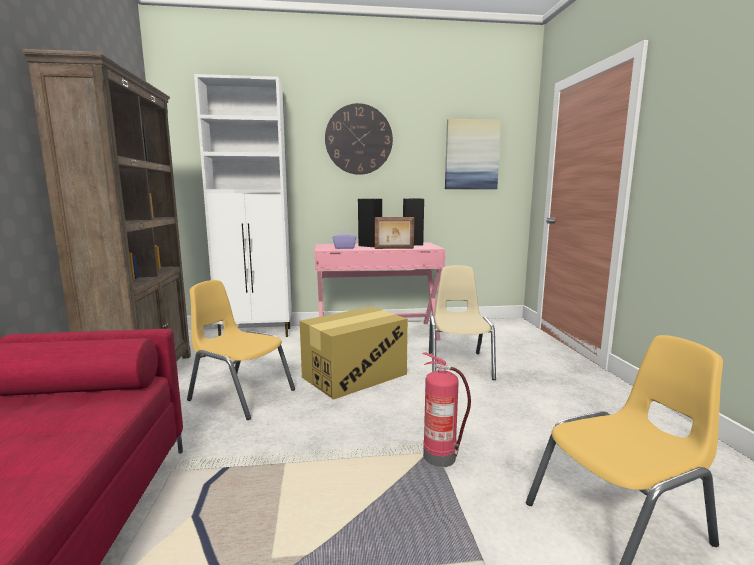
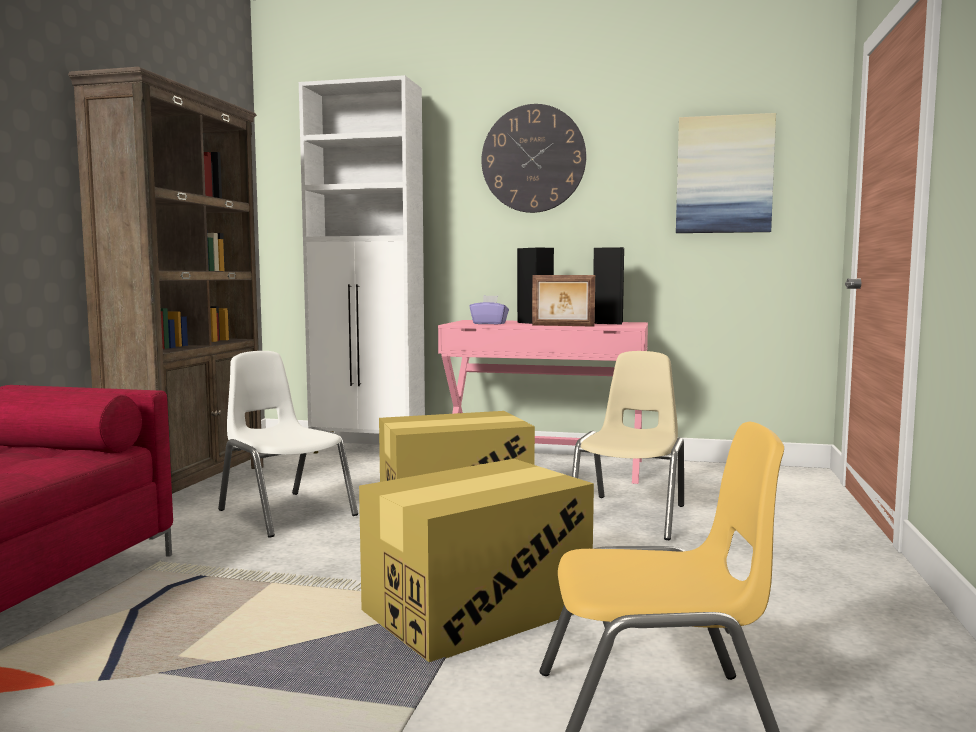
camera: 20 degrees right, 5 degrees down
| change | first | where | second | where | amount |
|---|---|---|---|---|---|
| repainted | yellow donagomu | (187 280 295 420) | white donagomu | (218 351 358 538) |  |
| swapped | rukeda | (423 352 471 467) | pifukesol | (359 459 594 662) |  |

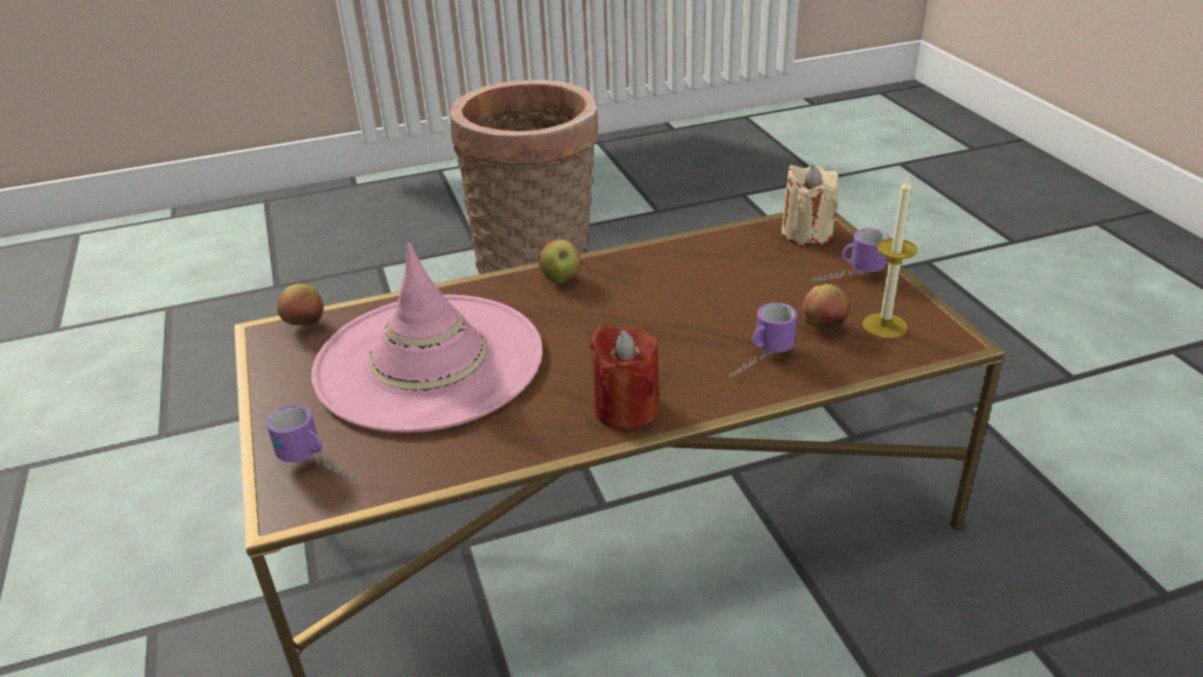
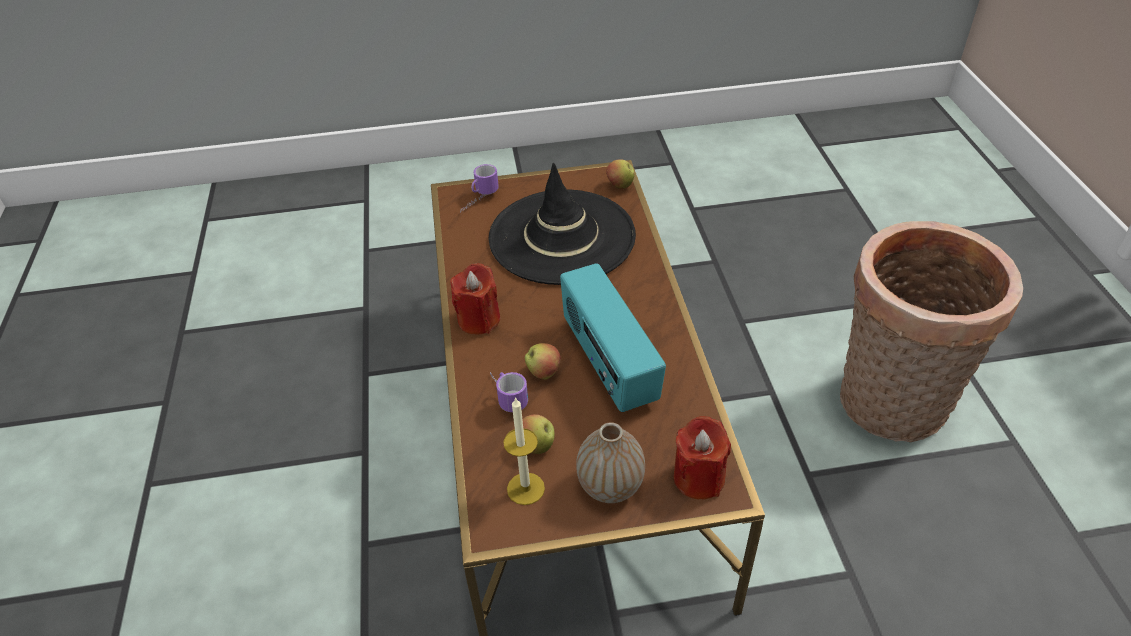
camera: 100 degrees right, 10 degrees up
| change | first | where | second | where | amount |
|---|---|---|---|---|---|
| repainted | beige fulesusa | (781 165 839 245) | red fulesusa | (673 416 731 500) |  |
| swapped | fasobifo | (813 228 890 282) | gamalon | (576 422 645 503) |  |
| shifted | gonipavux | (538 239 581 284) |  | (525 343 561 380) |  |
| repainted | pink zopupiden | (312 243 542 433) | black zopupiden | (488 163 636 285) |  |
| new |  |  | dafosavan | (560 263 666 412) |  |

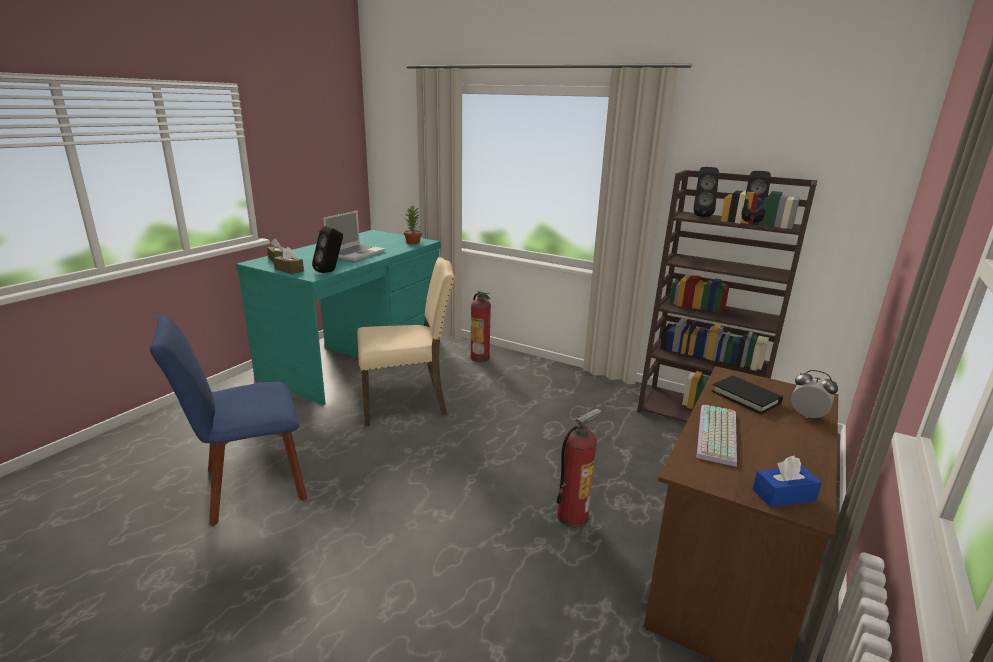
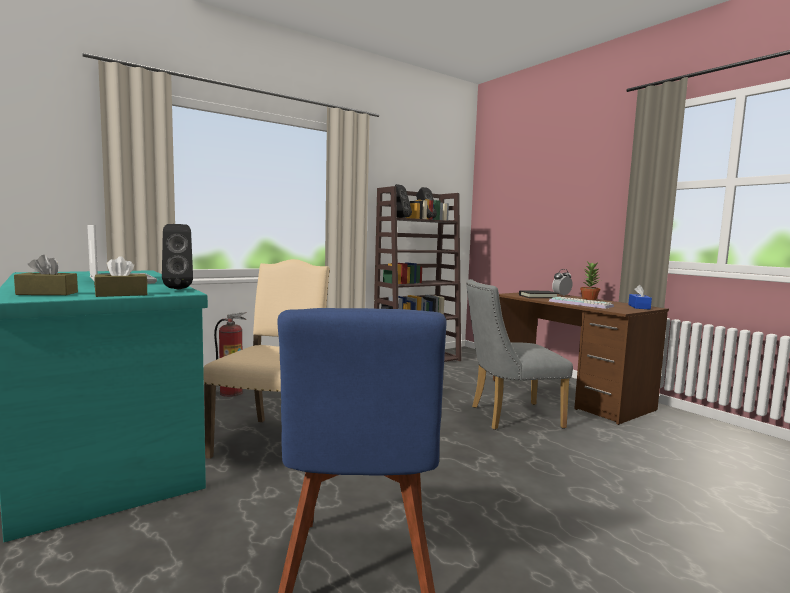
camera: 65 degrees left, 15 degrees down
| change | first | where | second | where | amount |
|---|---|---|---|---|---|
| shifted | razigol | (404 205 422 244) |  | (580 262 600 300) |  |
| swapped | rukeda | (556 408 602 527) | grey donagomu | (466 279 573 430) |  |

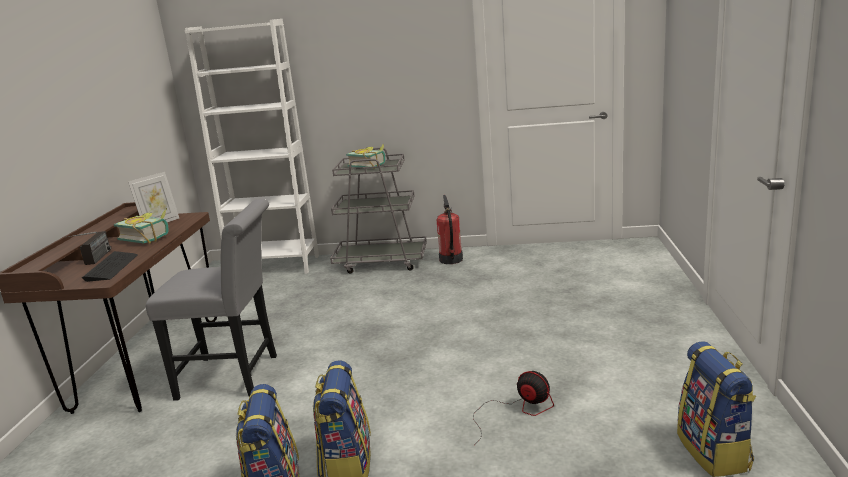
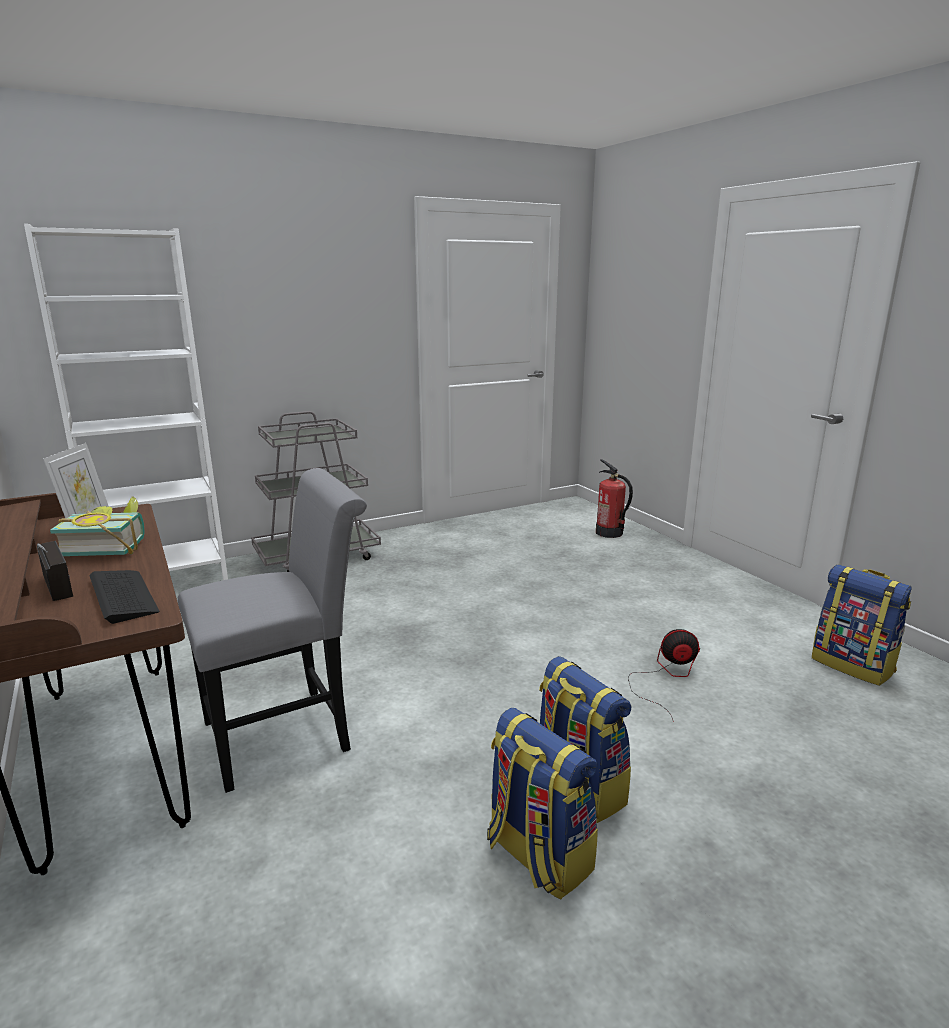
camera: 35 degrees left, 0 degrees up
| change | first | where | second | where | amount |
|---|---|---|---|---|---|
| gone | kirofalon | (346 144 385 169) |  |  |  |
| shifted | rukeda | (437 195 463 264) |  | (596 459 633 538) |  |

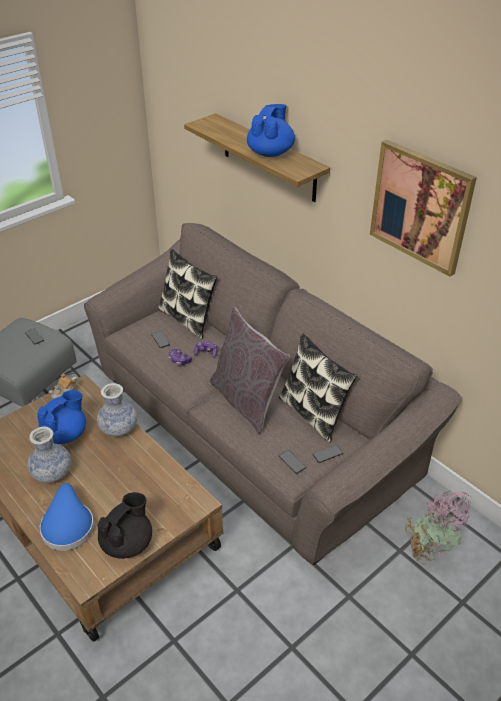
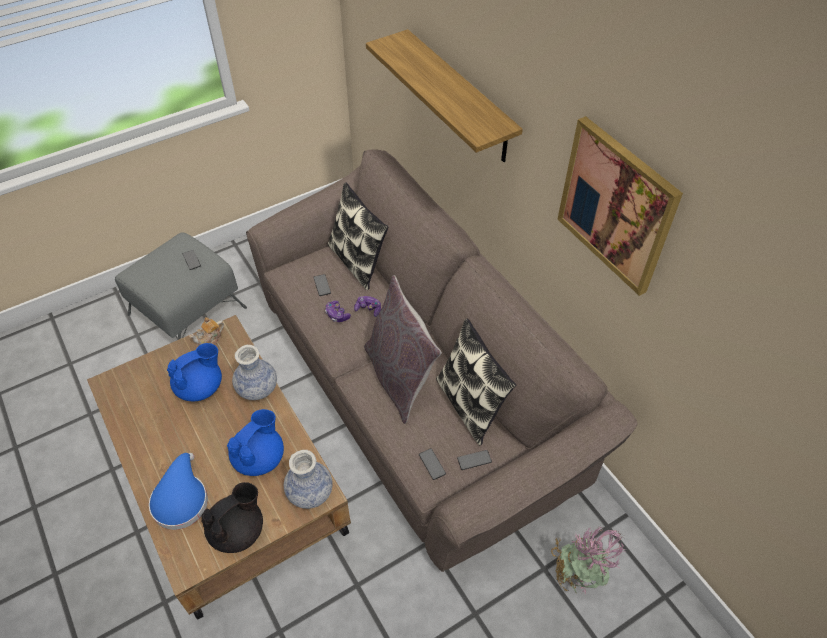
camera: 10 degrees right, 10 degrees up
| change | first | where | second | where | amount |
|---|---|---|---|---|---|
| shifted | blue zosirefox | (247 104 295 157) |  | (227 409 284 476) |  |
| shifted | gamalon | (27 426 71 483) |  | (284 450 333 509) |  |

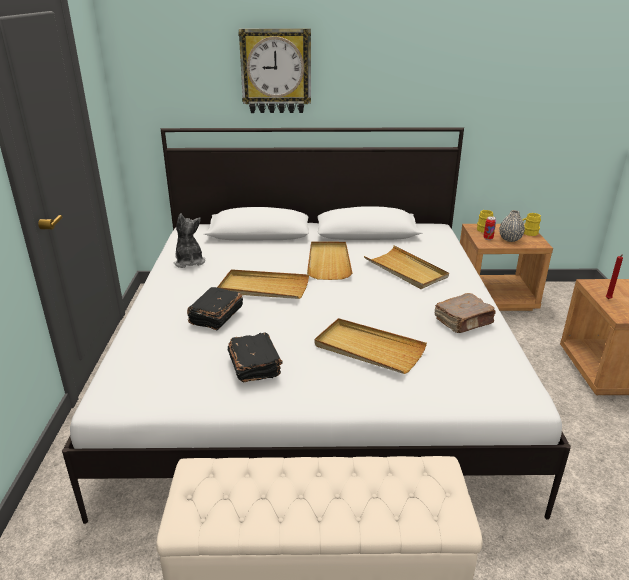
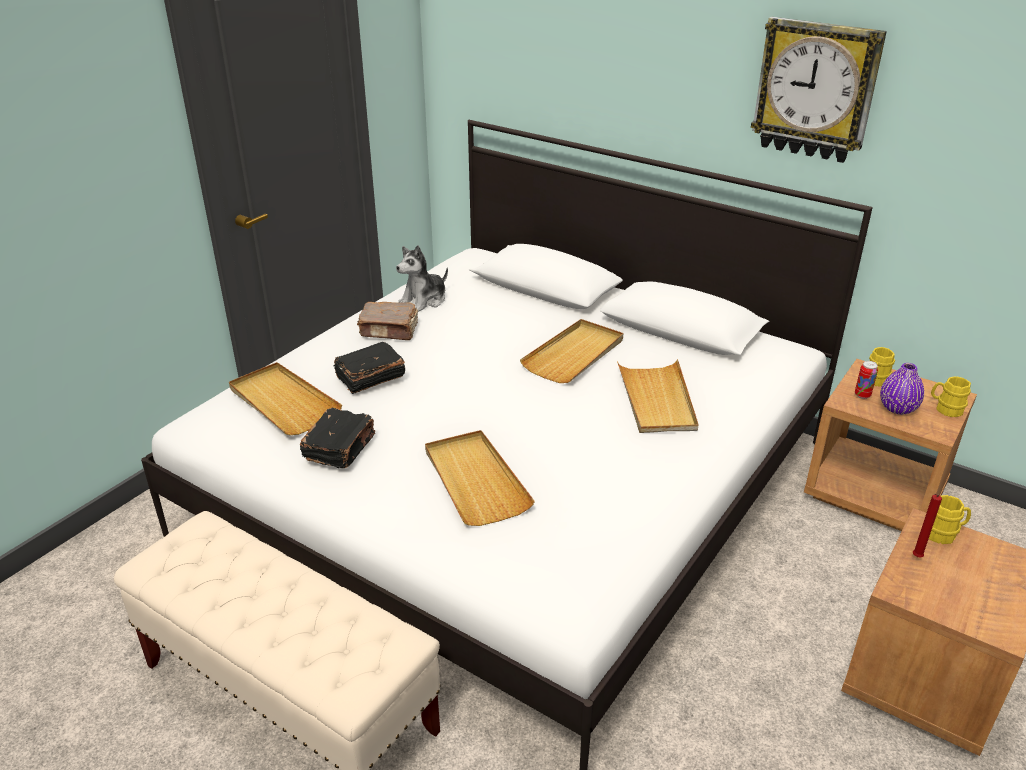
camera: 35 degrees right, 5 degrees up
| change | first | where | second | where | amount |
|---|---|---|---|---|---|
| shifted | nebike | (238 29 311 113) |  | (751 17 887 163) |  |
| repainted | grey gamalon | (499 210 525 242) | purple gamalon | (880 363 924 415) |  |
| rotated | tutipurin | (174 213 205 268) |  | (396 245 448 312) | 150 degrees counterclockwise |
| shifted | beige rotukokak | (217 269 309 299) |  | (229 362 342 435) |  |
| shifted | brown kirofalon | (435 293 495 333) |  | (357 302 418 340) |  |
| new |  |  | yellow fasobifo | (929 495 971 544) |  |

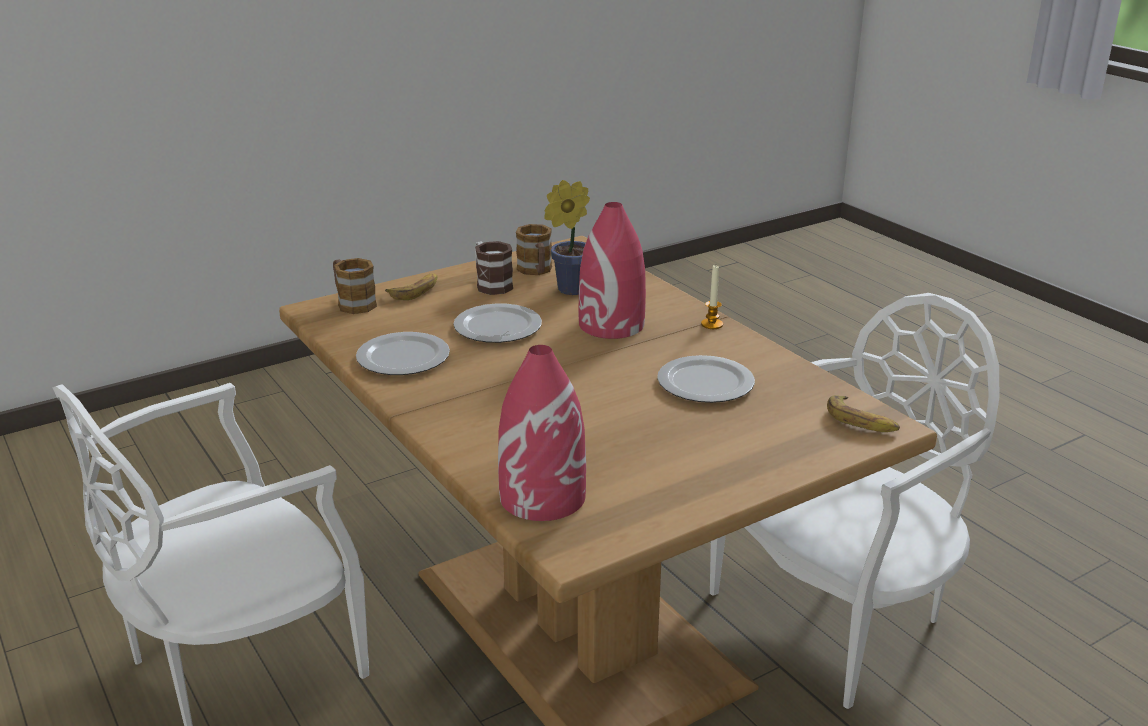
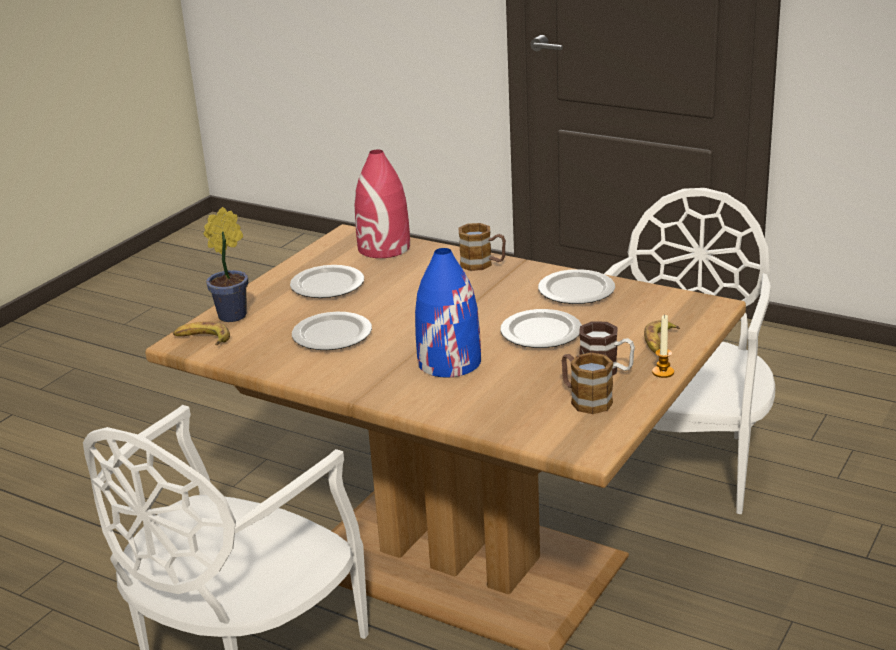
camera: 155 degrees right, 0 degrees up
| change | first | where | second | where | amount |
|---|---|---|---|---|---|
| shifted | razigol | (544 180 590 295) |  | (203 207 248 322) |  |
| repainted | red gamalon | (579 202 646 339) | blue gamalon | (415 248 481 377) |  |
| shifted | fasobifo | (333 258 377 314) |  | (459 223 506 271) |  |
| shifted | fulesusa | (701 265 723 329) |  | (652 315 674 378) |  |
| new |  |  | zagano | (290 265 364 298) |  |

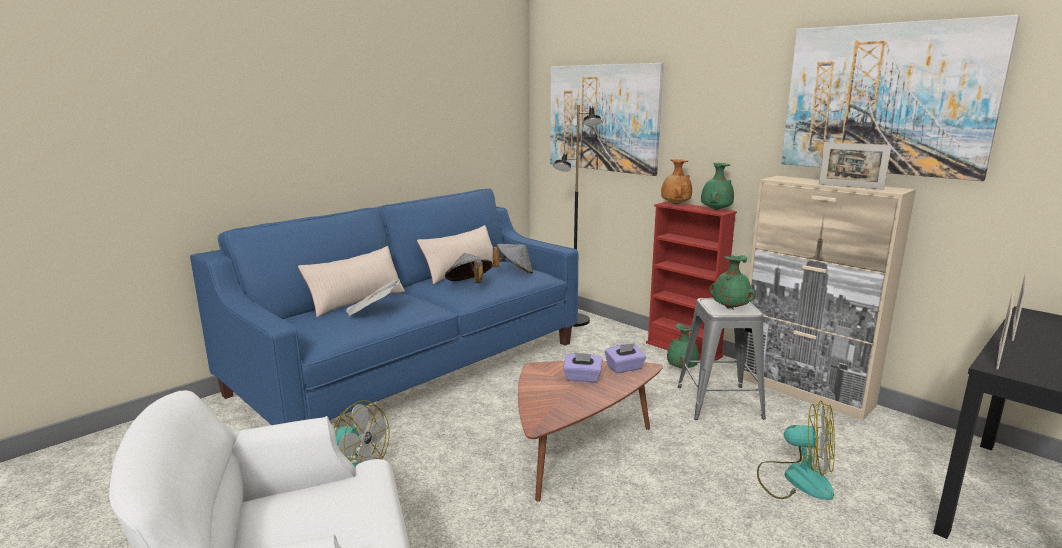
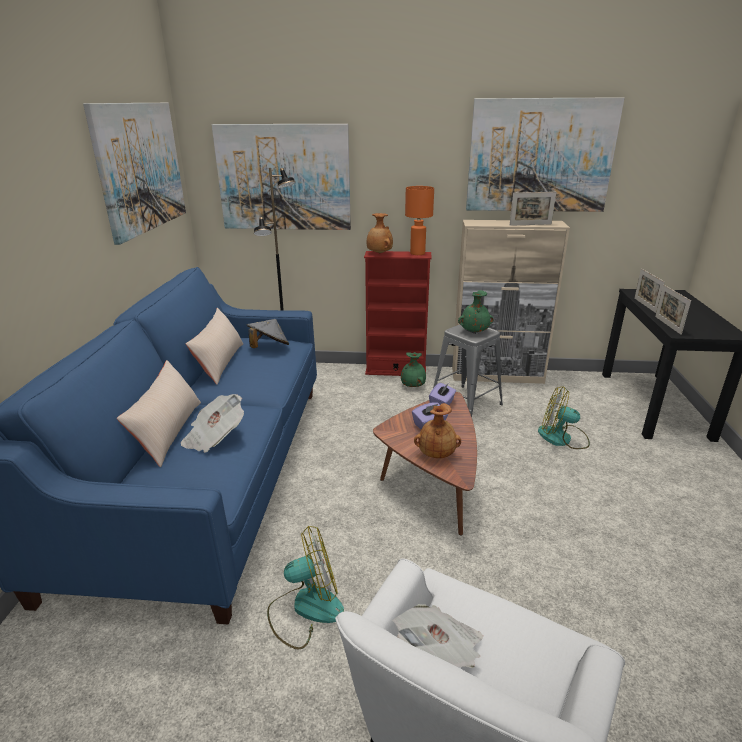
camera: 40 degrees left, 10 degrees up
| change | first | where | second | where | amount |
|---|---|---|---|---|---|
| swapped | green gamalon | (701 163 734 210) | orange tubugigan | (405 186 434 255) |  |
| gone | grey zopupiden | (445 253 492 283) |  |  |  |
| rotated | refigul | (757 400 835 500) |  | (538 387 590 449) | 150 degrees counterclockwise |
| new |  |  | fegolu | (83 103 186 245) |  |
| new |  |  | brown gamalon | (414 403 461 458) |  |
| new |  |  | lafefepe | (392 604 483 668) |  |

